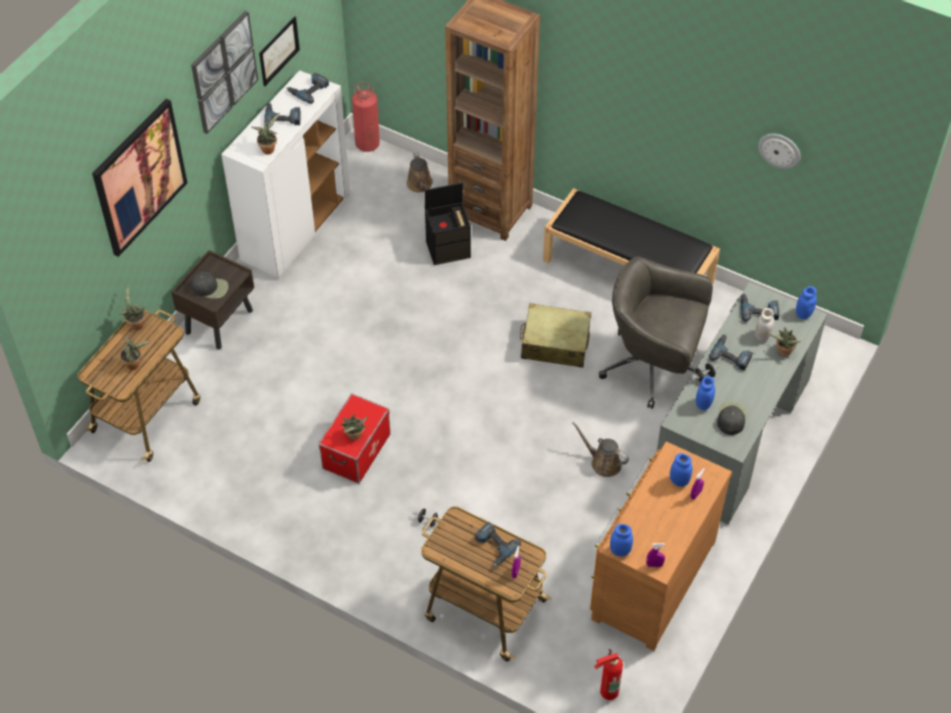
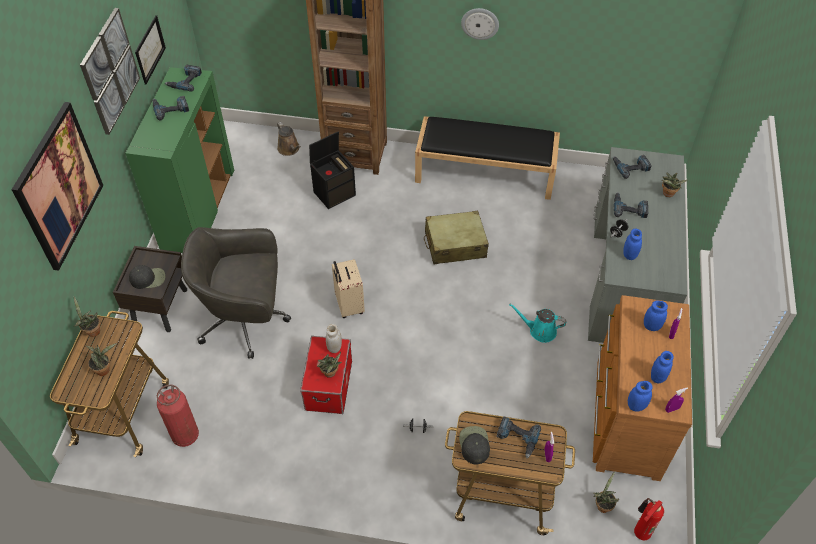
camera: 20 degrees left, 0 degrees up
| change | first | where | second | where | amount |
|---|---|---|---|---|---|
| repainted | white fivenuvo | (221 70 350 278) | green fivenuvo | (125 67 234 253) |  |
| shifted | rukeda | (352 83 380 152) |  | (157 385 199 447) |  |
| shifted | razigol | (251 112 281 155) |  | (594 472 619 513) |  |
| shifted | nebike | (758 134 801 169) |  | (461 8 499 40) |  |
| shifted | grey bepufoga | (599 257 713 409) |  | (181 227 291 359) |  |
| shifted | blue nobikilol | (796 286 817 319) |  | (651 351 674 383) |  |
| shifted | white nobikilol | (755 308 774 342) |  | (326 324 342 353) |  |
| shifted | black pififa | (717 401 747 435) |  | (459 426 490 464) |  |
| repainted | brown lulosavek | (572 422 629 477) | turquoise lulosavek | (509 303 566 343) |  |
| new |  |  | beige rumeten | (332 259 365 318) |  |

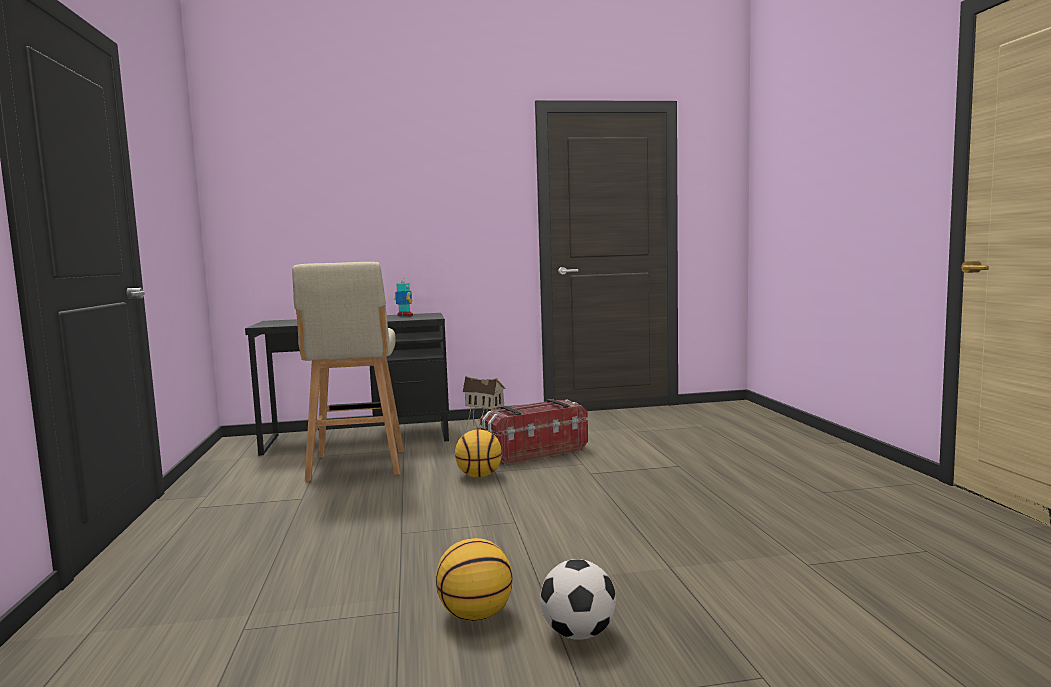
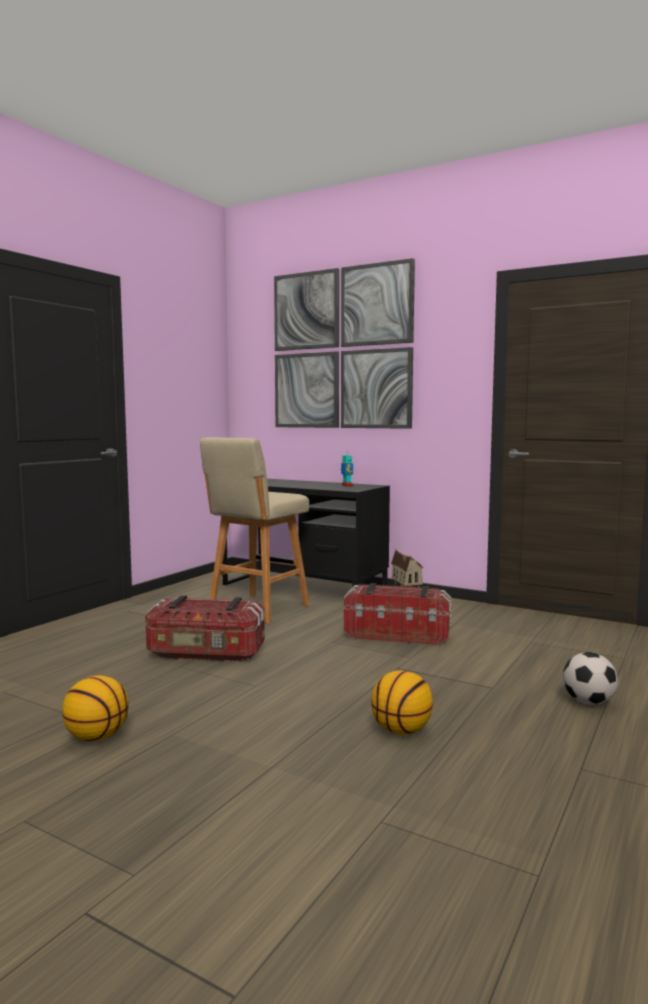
camera: 40 degrees right, 0 degrees up
| change | first | where | second | where | amount |
|---|---|---|---|---|---|
| shifted | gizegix | (455 430 502 477) |  | (371 671 433 735) |  |
| shifted | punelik | (540 559 616 640) |  | (563 652 618 705) |  |
| new |  |  | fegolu | (274 258 415 429) |  |
| new |  |  | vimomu | (145 595 265 662) |  |

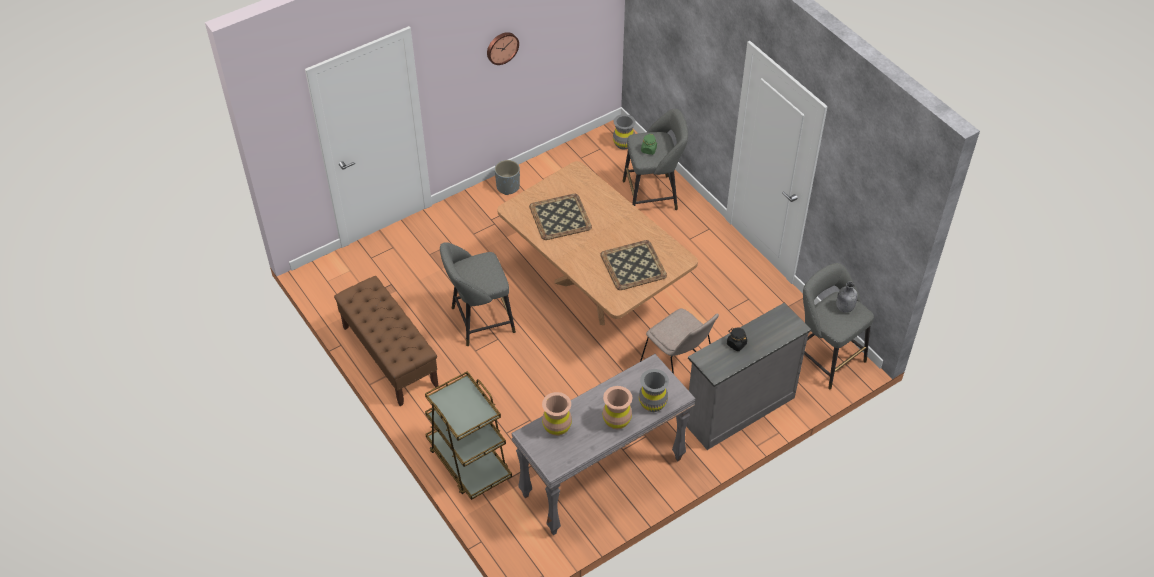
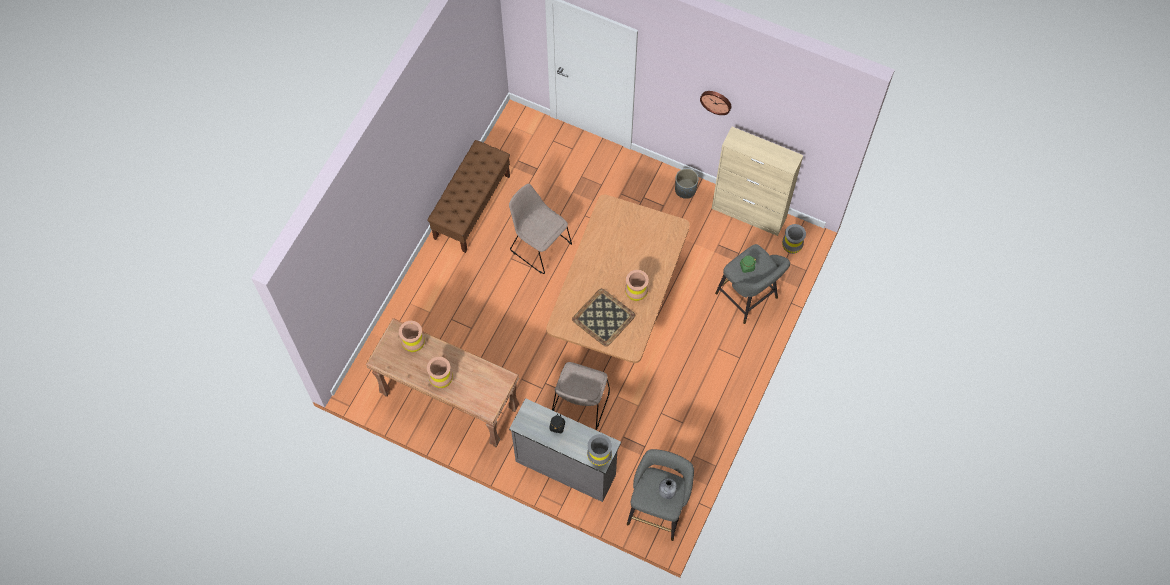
camera: 60 degrees right, 15 degrees up
| change | first | where | second | where | amount |
|---|---|---|---|---|---|
| gone | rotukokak | (529 194 592 240) |  |  |  |
| swapped | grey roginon | (440 242 516 346) | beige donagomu | (509 184 572 274) |  |
| repainted | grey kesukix | (511 354 696 535) | brown kesukix | (366 318 519 447) |  |
| shifted | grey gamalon | (639 369 669 412) |  | (587 434 612 466) |  |
| gone | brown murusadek | (425 371 512 500) |  |  |  |
| new |  |  | beige fivenuvo | (712 127 803 236) |  |
| new |  |  | brown gamalon | (625 270 649 301) |  |

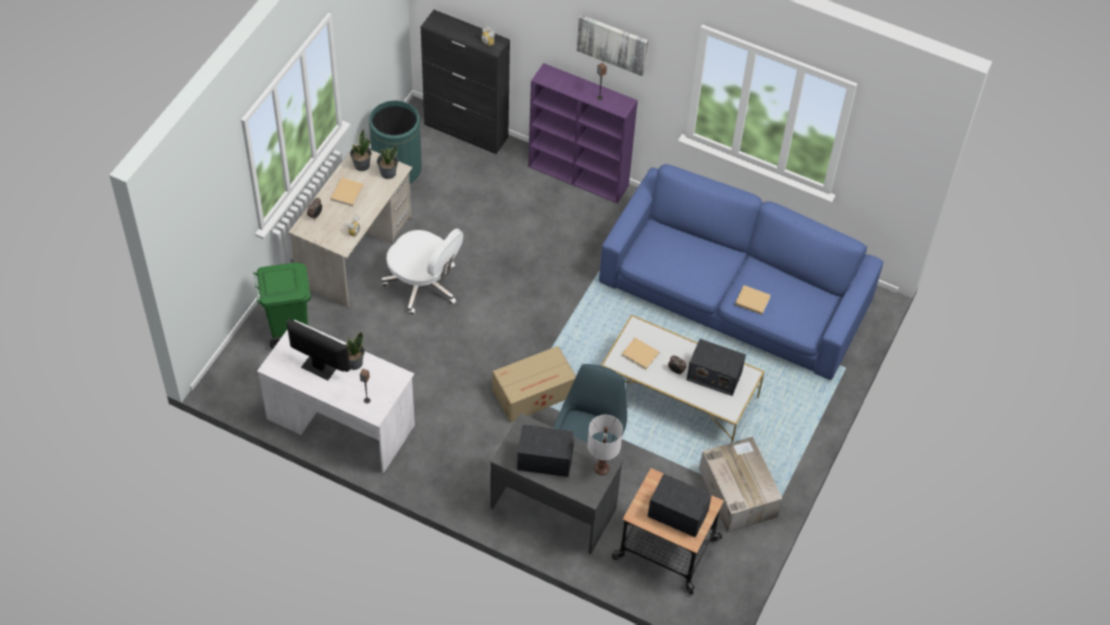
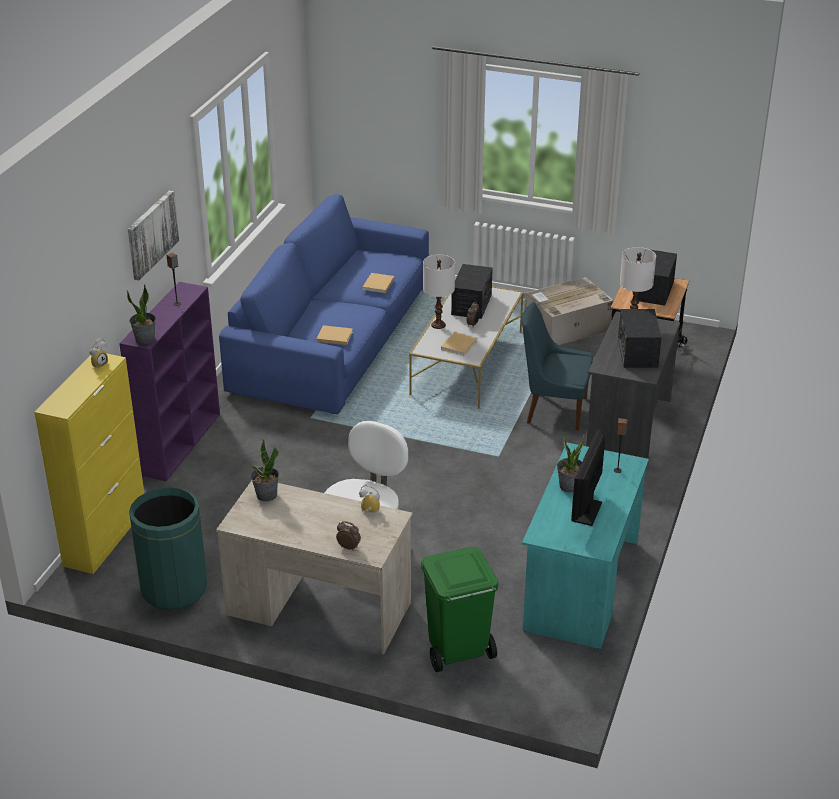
camera: 95 degrees left, 20 degrees down
| change | first | where | second | where | amount |
|---|---|---|---|---|---|
| repainted | black fivenuvo | (421 10 510 154) | yellow fivenuvo | (34 353 144 574) |  |
| shifted | razigol | (350 129 372 171) |  | (127 285 156 344) |  |
| shifted | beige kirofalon | (331 178 364 207) |  | (317 325 353 345) |  |
| repainted | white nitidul | (257 320 415 474) | turquoise nitidul | (522 443 649 649) |  |
| gone | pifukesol | (492 346 576 422) |  |  |  |
| new |  |  | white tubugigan | (423 254 455 329) |  |

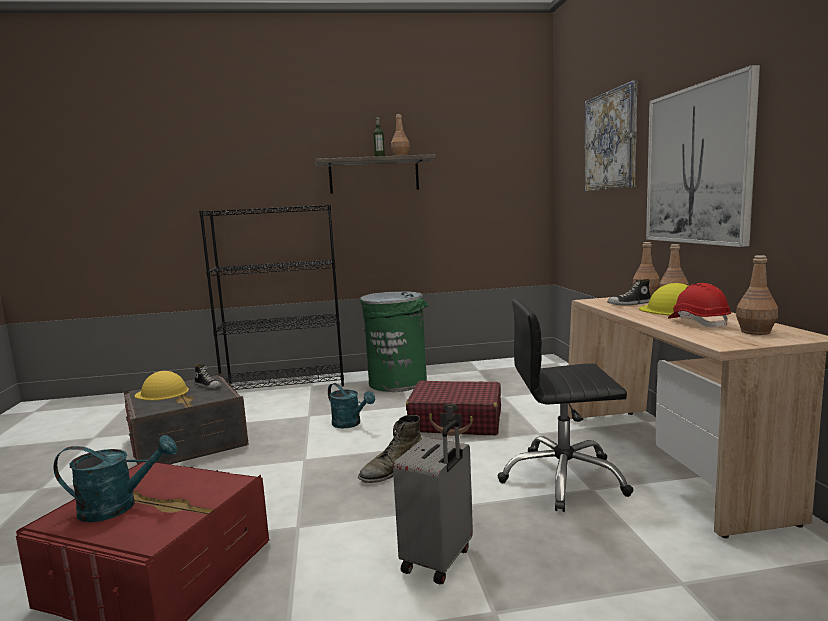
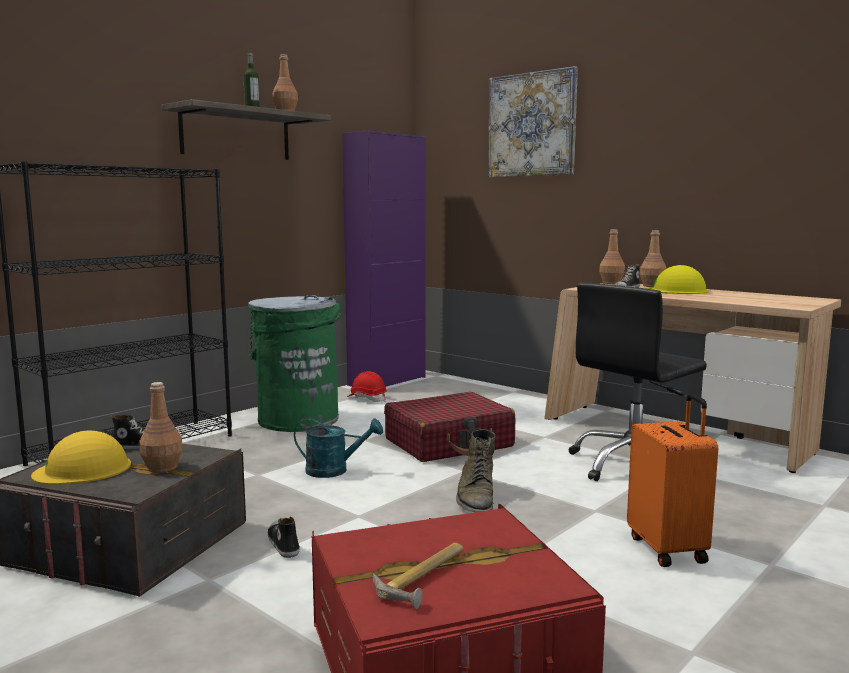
camera: 40 degrees left, 0 degrees up
| change | first | where | second | where | amount |
|---|---|---|---|---|---|
| gone | fegolu | (646 65 760 247) |  |  |  |
| shifted | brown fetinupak | (736 255 778 335) |  | (139 382 183 473) |  |
| shifted | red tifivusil | (668 283 731 329) |  | (347 371 387 402) |  |
| repainted | grey rumeten | (393 420 473 584) | orange rumeten | (627 394 718 567) |  |
| swapped | turquoise lulosavek | (53 435 177 522) | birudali | (373 543 464 609) |  |
| new |  |  | purple fivenuvo | (342 131 425 387) |  |
| new |  |  | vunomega | (268 517 300 558) |  |

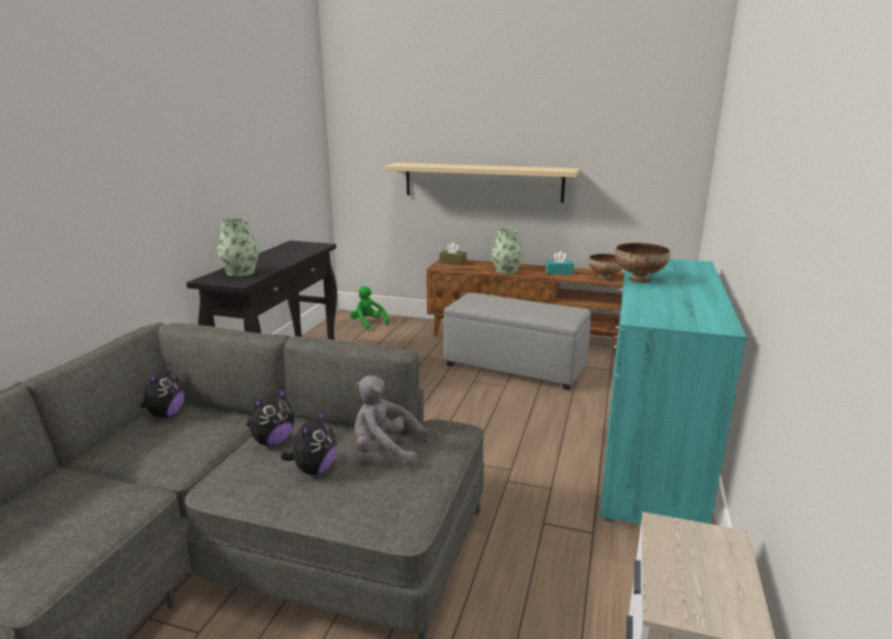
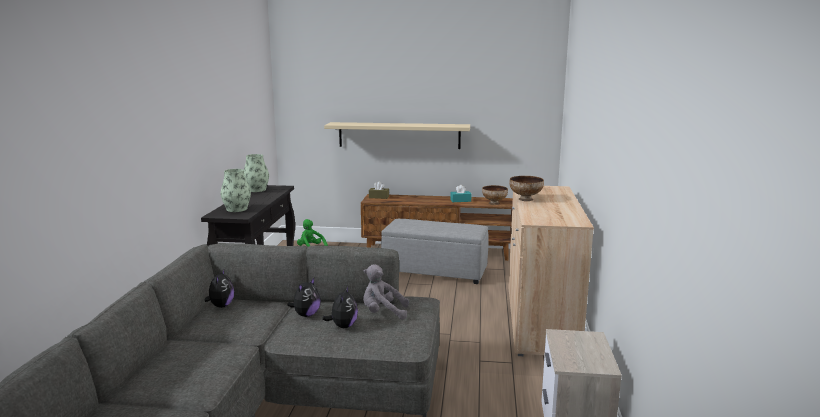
camera: 10 degrees left, 5 degrees down
| change | first | where | second | where | amount |
|---|---|---|---|---|---|
| shifted | gamalon | (492 228 523 274) |  | (244 154 269 192) |  |
| repainted | turquoise fivenuvo | (600 259 747 524) | beige fivenuvo | (508 186 594 356) |  |

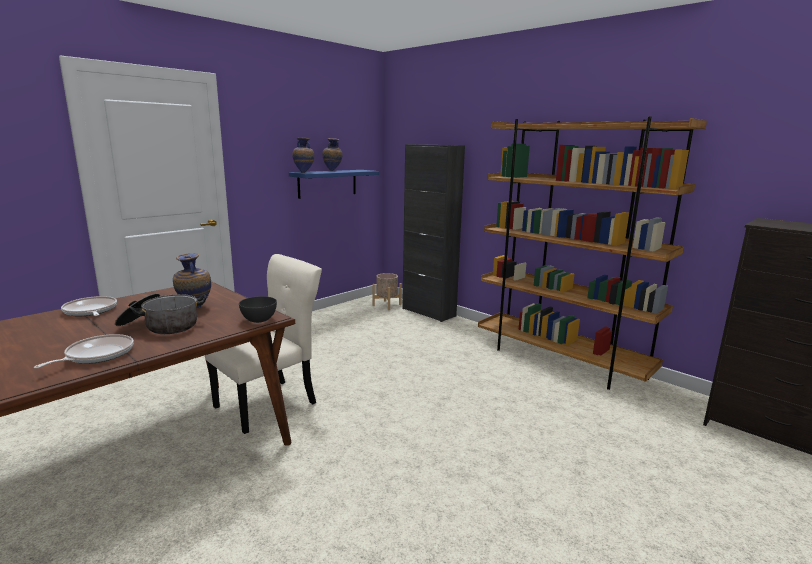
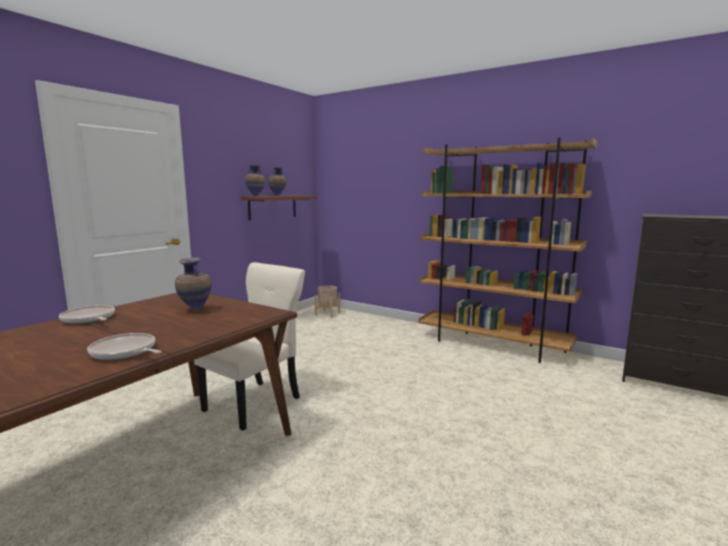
camera: 10 degrees left, 5 degrees down
| change | first | where | second | where | amount |
|---|---|---|---|---|---|
| gone | black fivenuvo | (402 144 465 322) |  |  |  |
| repainted | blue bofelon | (289 170 379 199) | brown bofelon | (241 195 317 220) |  |
| gone | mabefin | (115 293 206 334) |  |  |  |
| gone | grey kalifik | (239 296 277 323) |  |  |  |
| rotated | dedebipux | (34 334 134 369) |  | (87 333 162 360) | 75 degrees counterclockwise |

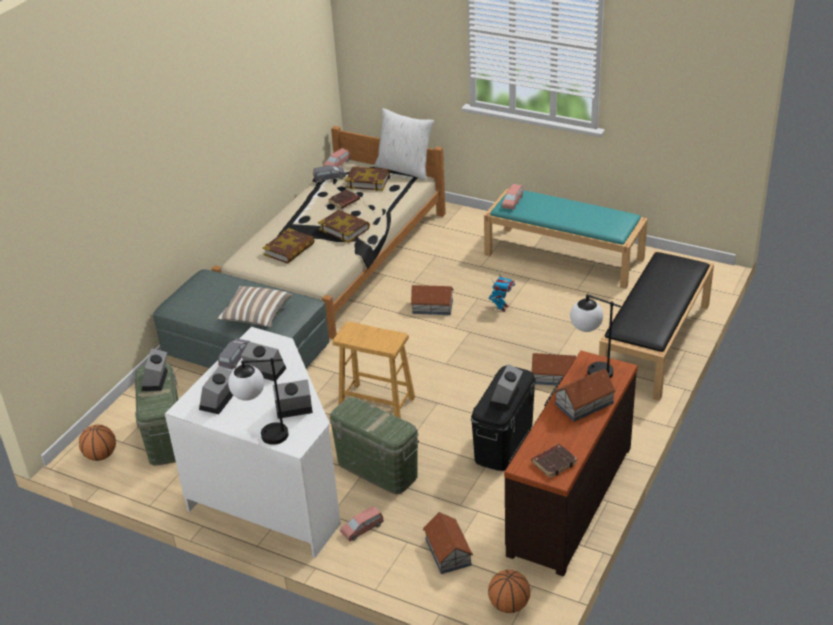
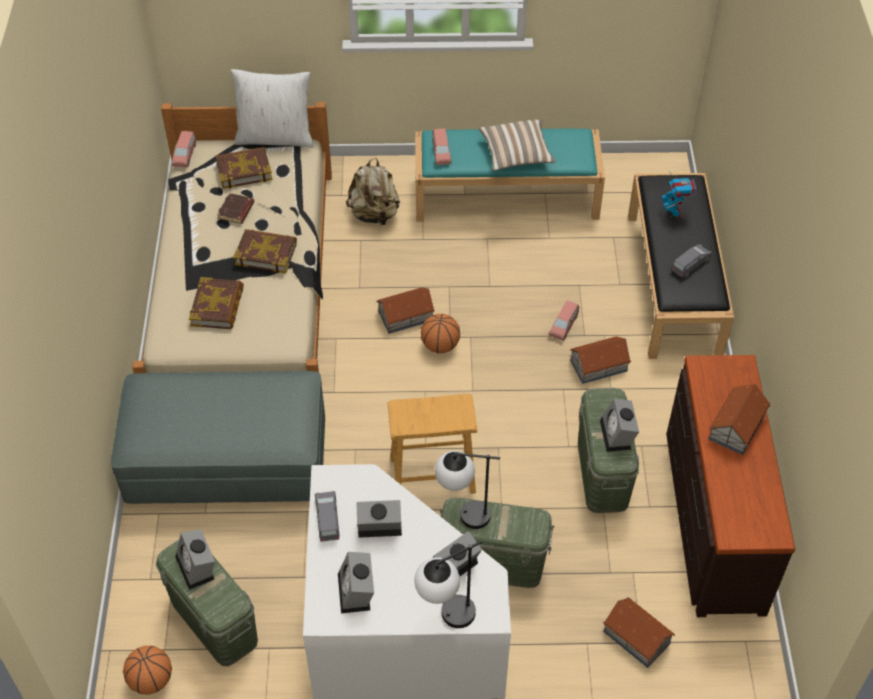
camera: 30 degrees left, 15 degrees up
| change | first | where | second | where | amount |
|---|---|---|---|---|---|
| shifted | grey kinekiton | (313 165 346 183) |  | (671 244 712 278) |  |
| shifted | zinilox | (489 271 515 312) |  | (661 173 696 218) |  |
| shifted | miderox | (217 286 293 327) |  | (479 120 556 171) |  |
| shifted | tubugigan | (570 294 621 379) |  | (435 451 500 529) |  |
| repainted | black vimomu | (471 365 536 471) | green vimomu | (578 388 639 513) |  |
| gone | brown kirofalon | (532 444 578 478) |  |  |  |
| shifted | pink kinekiton | (340 506 384 542) |  | (548 301 579 341) |  |
| shifted | gizegix | (488 570 530 613) |  | (421 314 460 353) |  |
| new |  |  | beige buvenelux | (346 158 400 225) |  |

